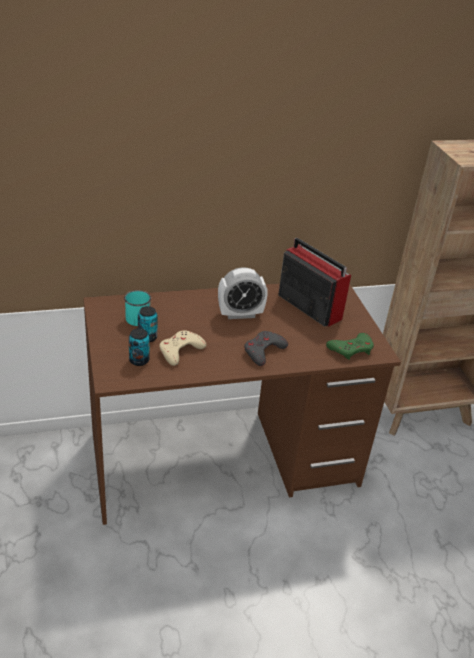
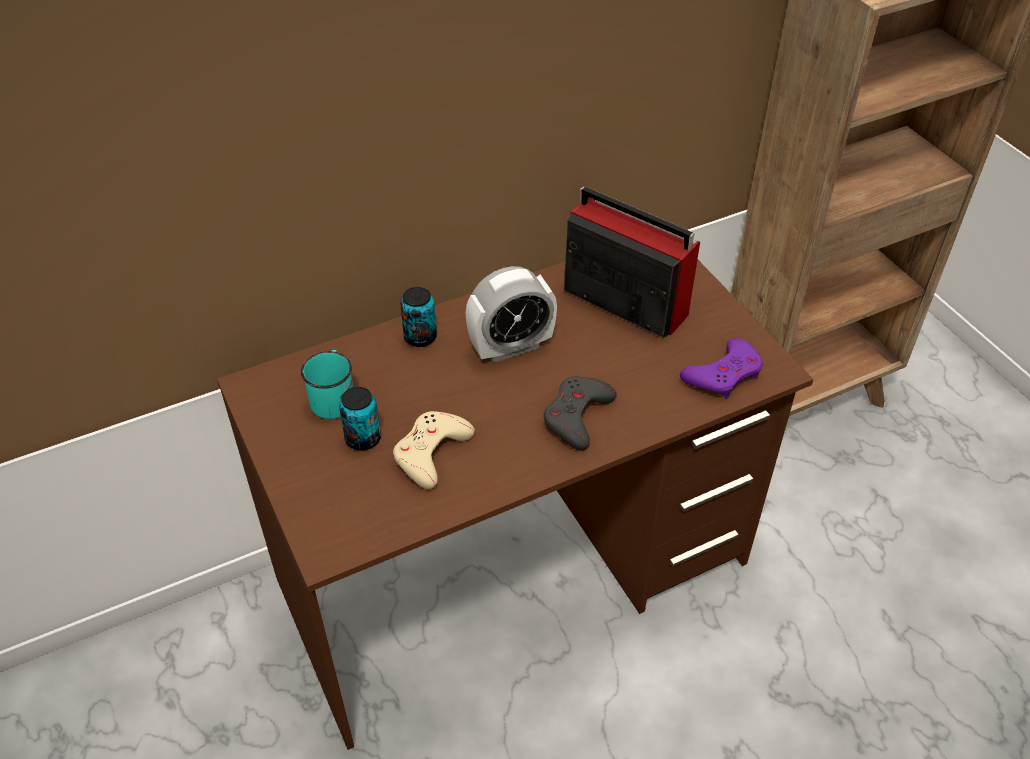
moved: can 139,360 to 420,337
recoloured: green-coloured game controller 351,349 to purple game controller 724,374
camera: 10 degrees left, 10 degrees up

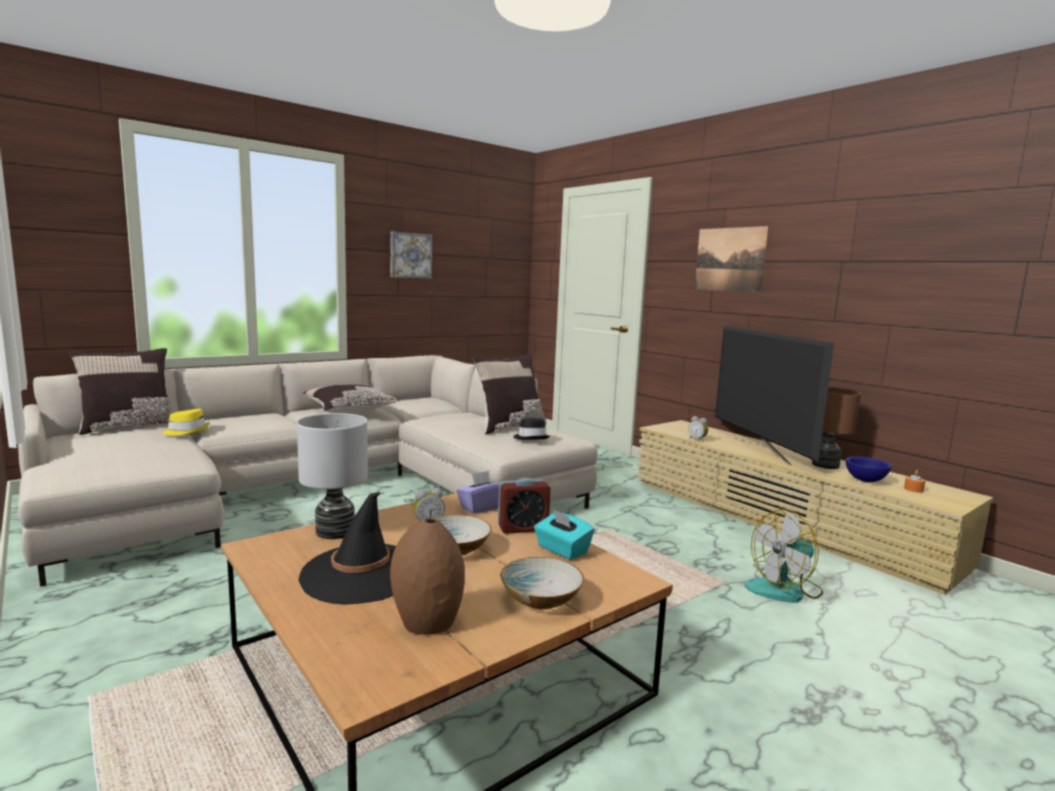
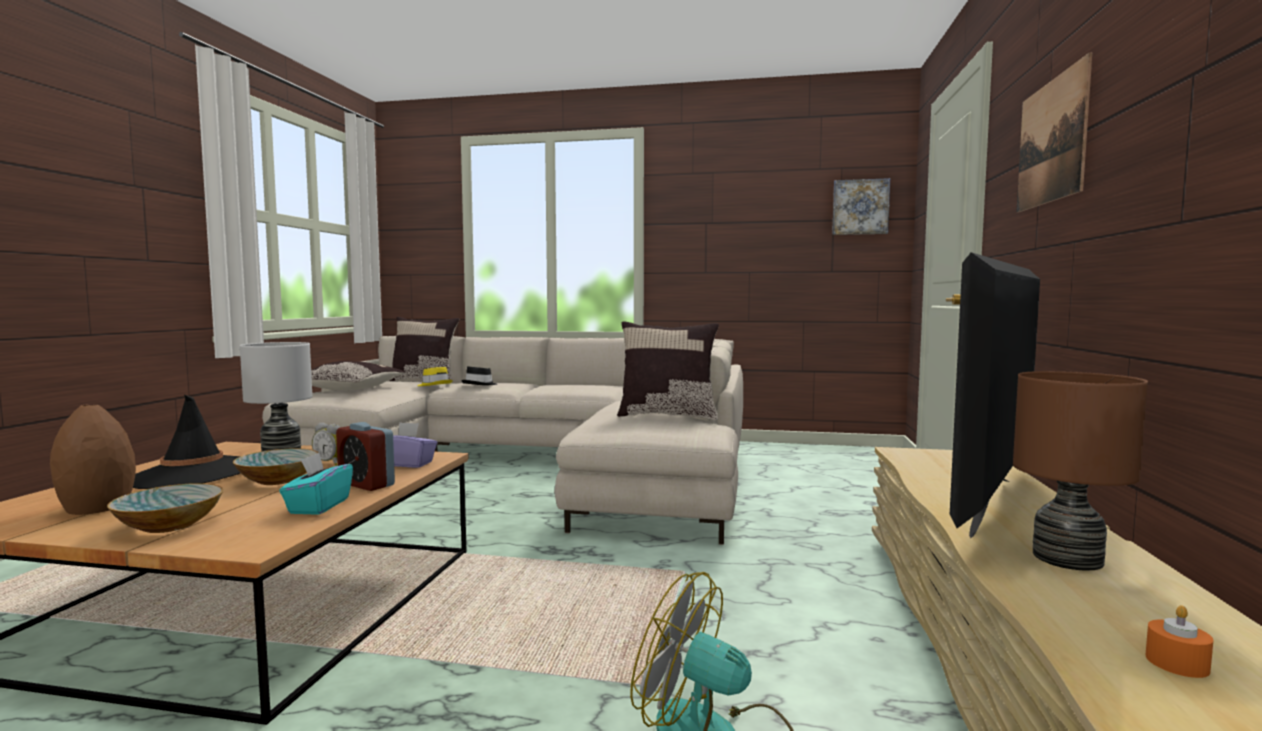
removed: table clock 697,440; blue-coloured serving bowl 865,481
moved: picture 410,255 to 860,207; pillow 349,411 to 351,389; blackish wearable hat 531,438 to 480,385
camera: 50 degrees right, 5 degrees down

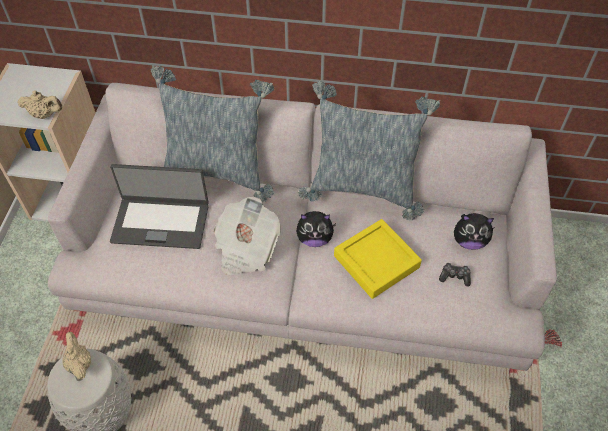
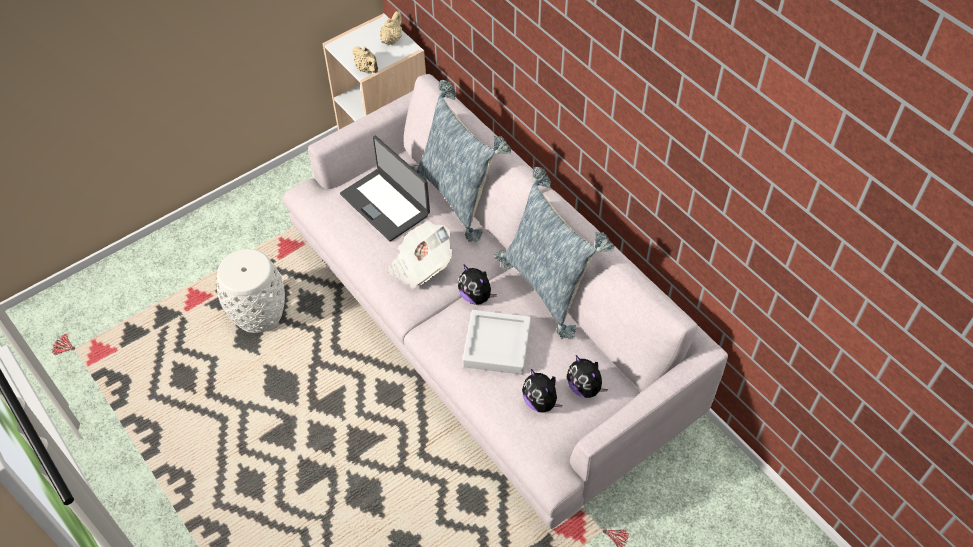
moved: beige teapot 79,363 to 392,40
replaced: game controller 454,276 to plush toy 541,402
recoloured: yellow-coloured serving tray 376,261 to greyish serving tray 497,345
camera: 45 degrees right, 0 degrees up

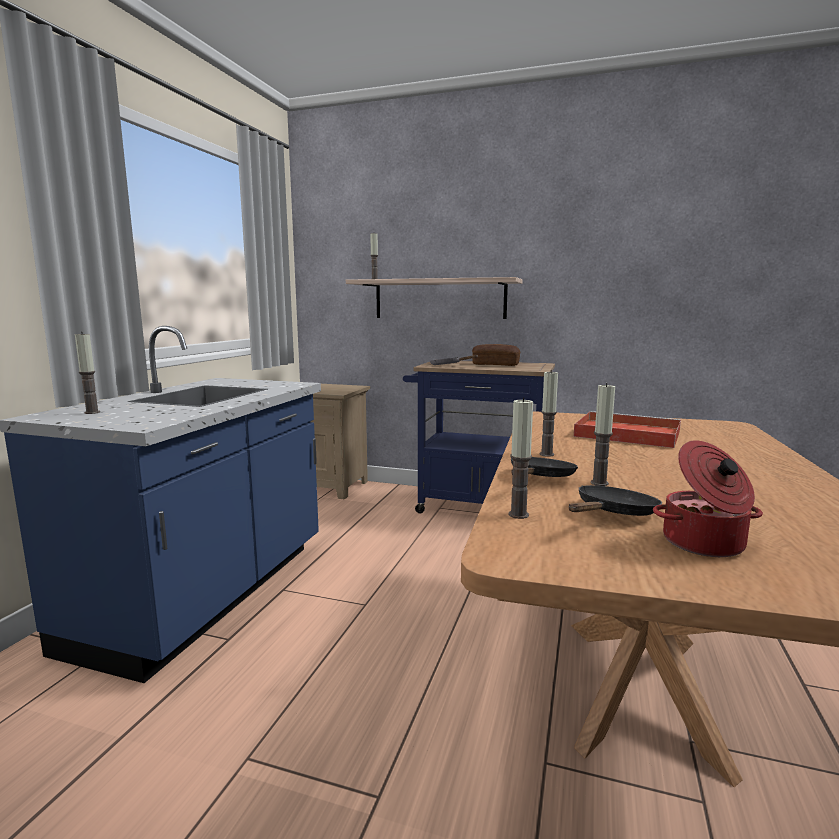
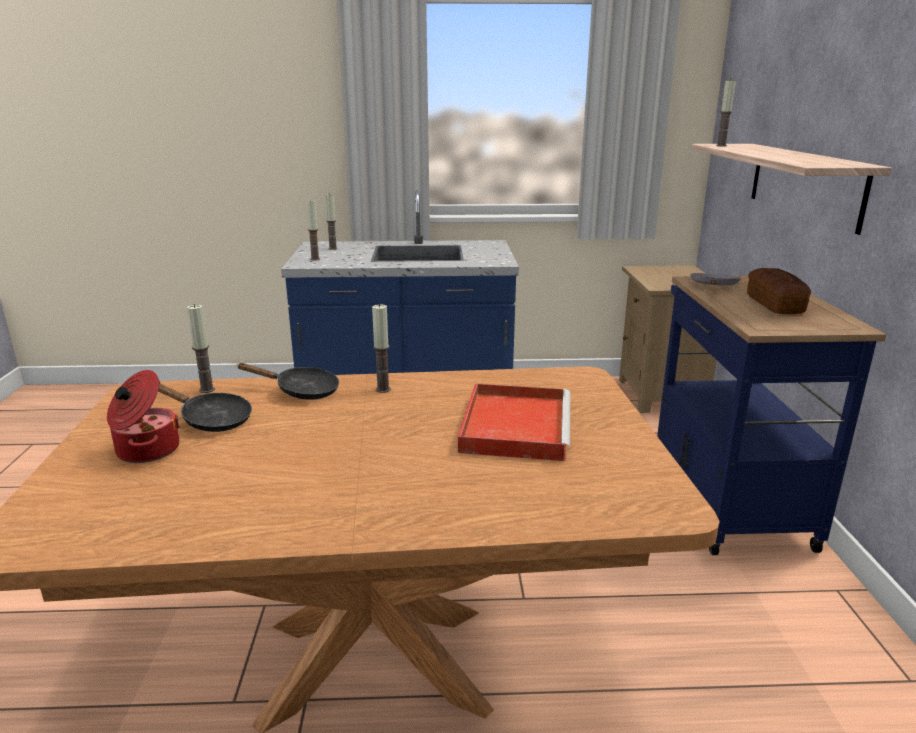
moved: wax candle 599,483 to 315,259
camera: 70 degrees right, 10 degrees up

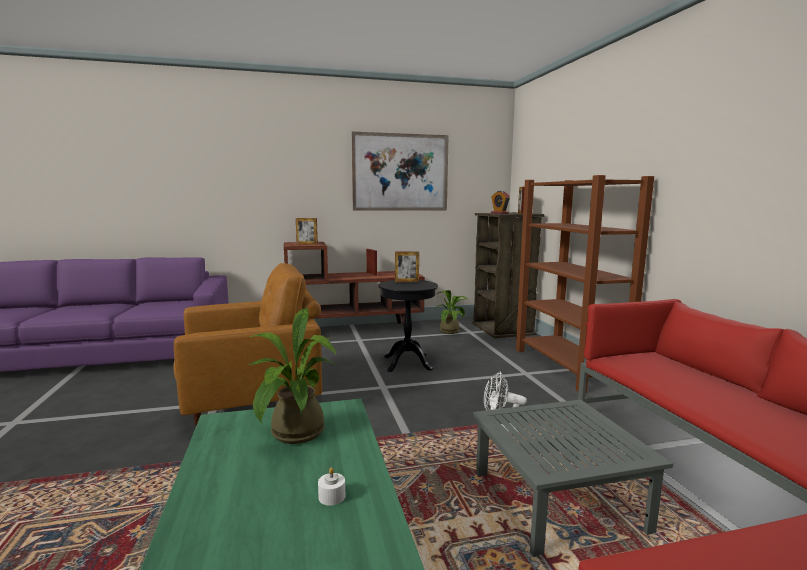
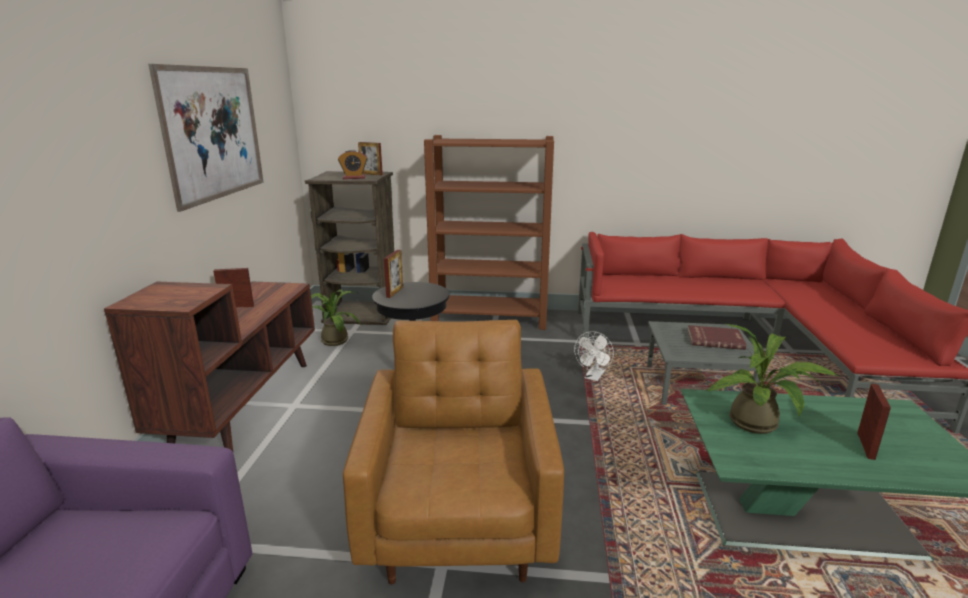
removed: whitish wax candle 332,496
added: red-coloured book 715,339
moved: standing frame 307,244 to 865,446
camera: 70 degrees left, 10 degrees up

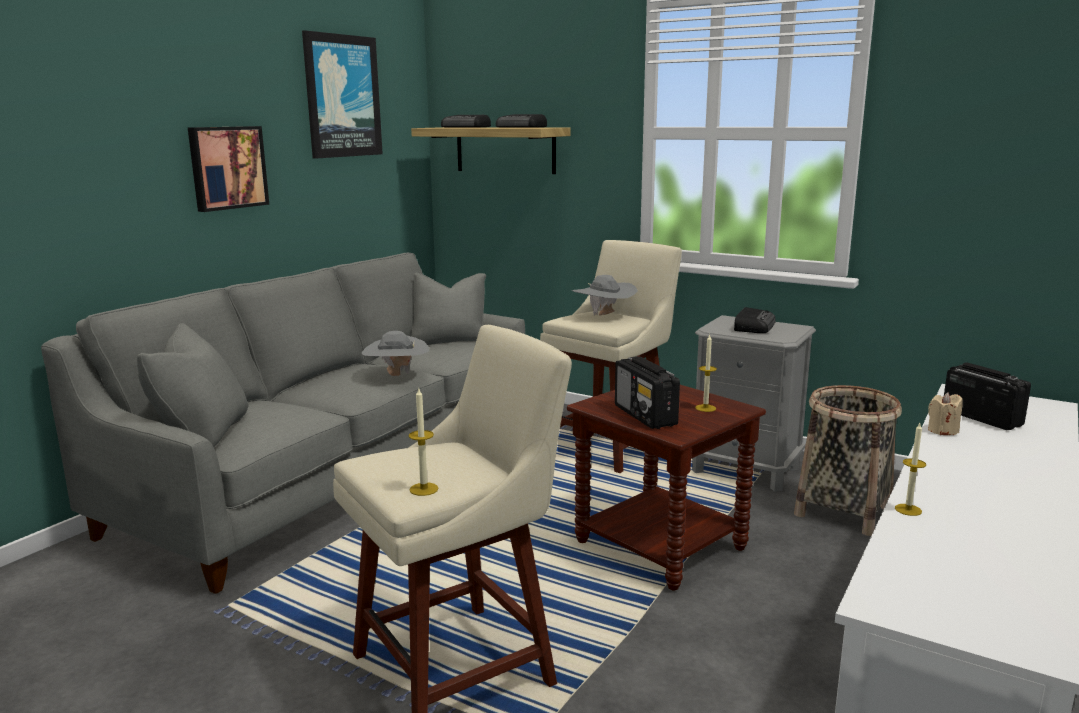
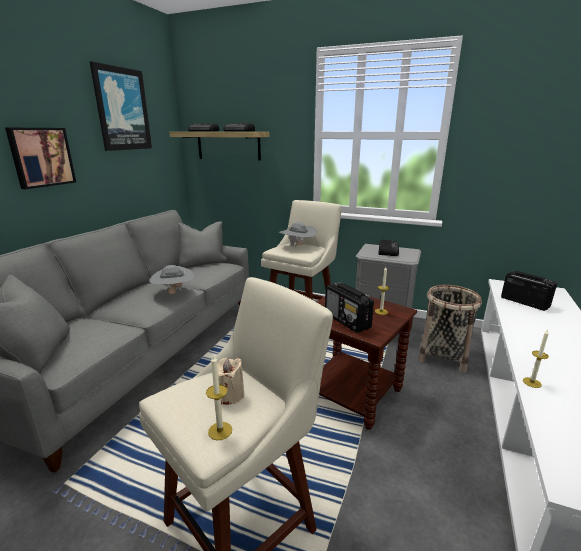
moved: beige wax candle 942,431 to 230,395
camera: 10 degrees left, 5 degrees up

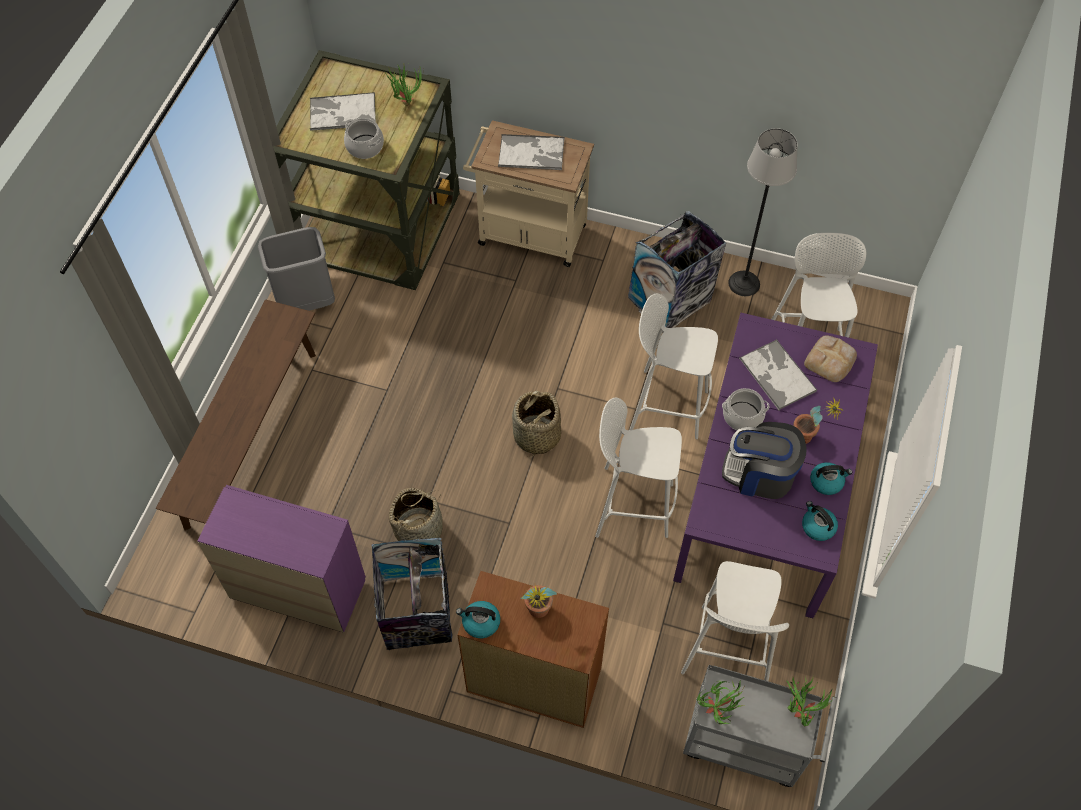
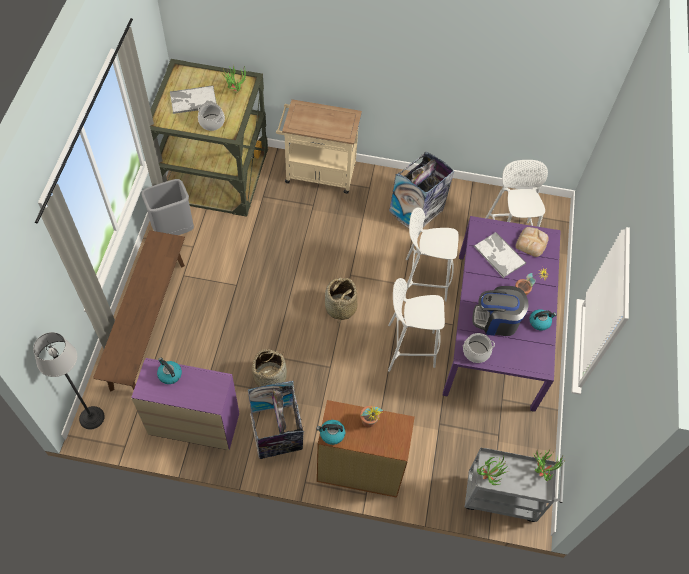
removed: serving tray 532,153; whitish stool 727,649
moved: standard lamp 744,283 to 92,417; stockpot 742,417 to 476,352; tea kettle 817,527 to 169,374
camera: 10 degrees left, 0 degrees up

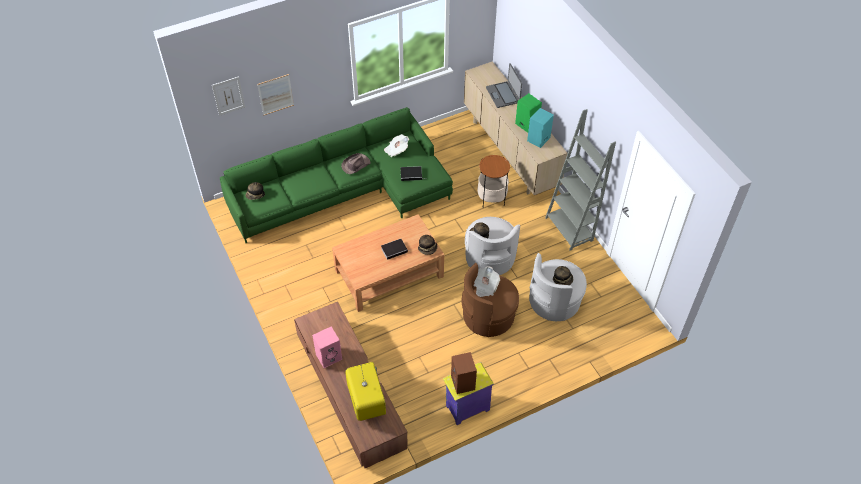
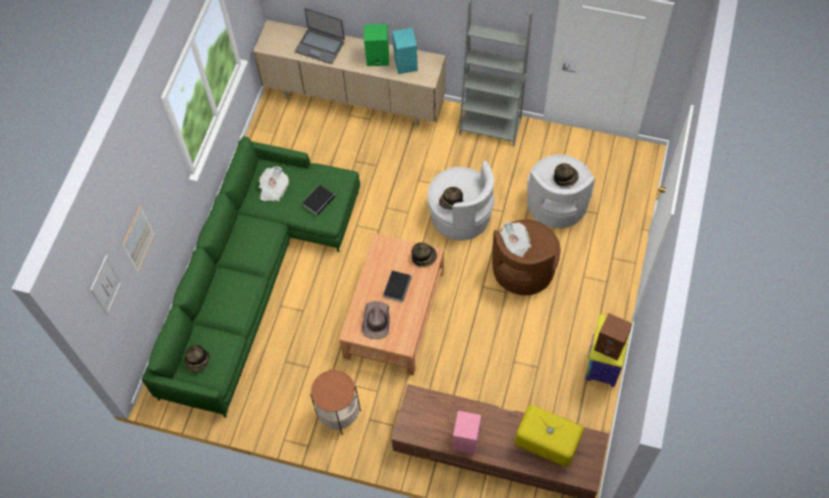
moved: brown-coloured wearable hat 355,165 to 376,321; side table 492,198 to 339,414
camera: 45 degrees left, 10 degrees up

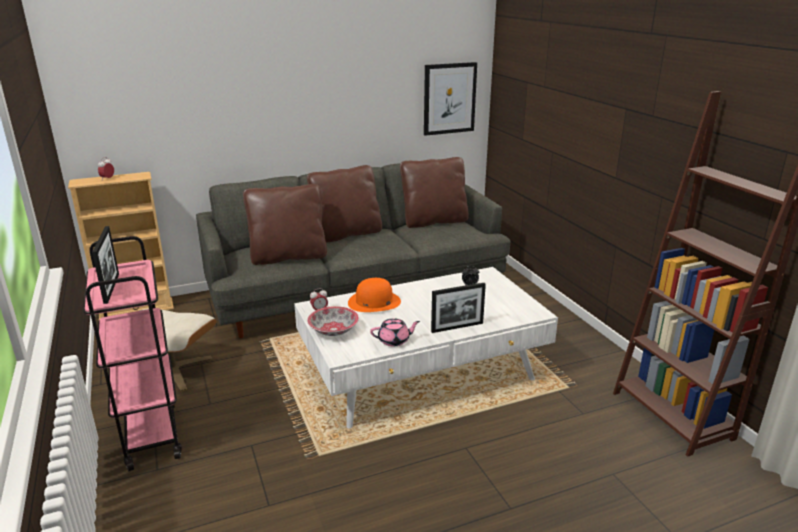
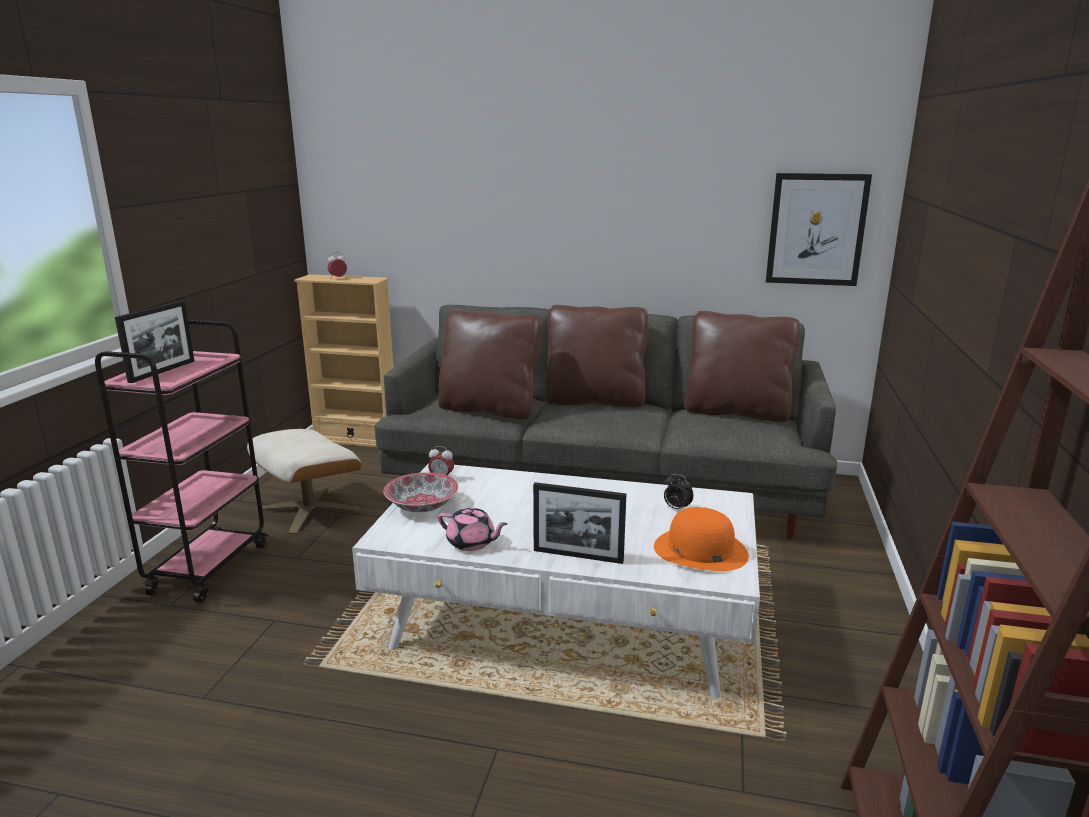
moved: orange-coloured wearable hat 374,302 to 700,550
camera: 35 degrees right, 5 degrees down

